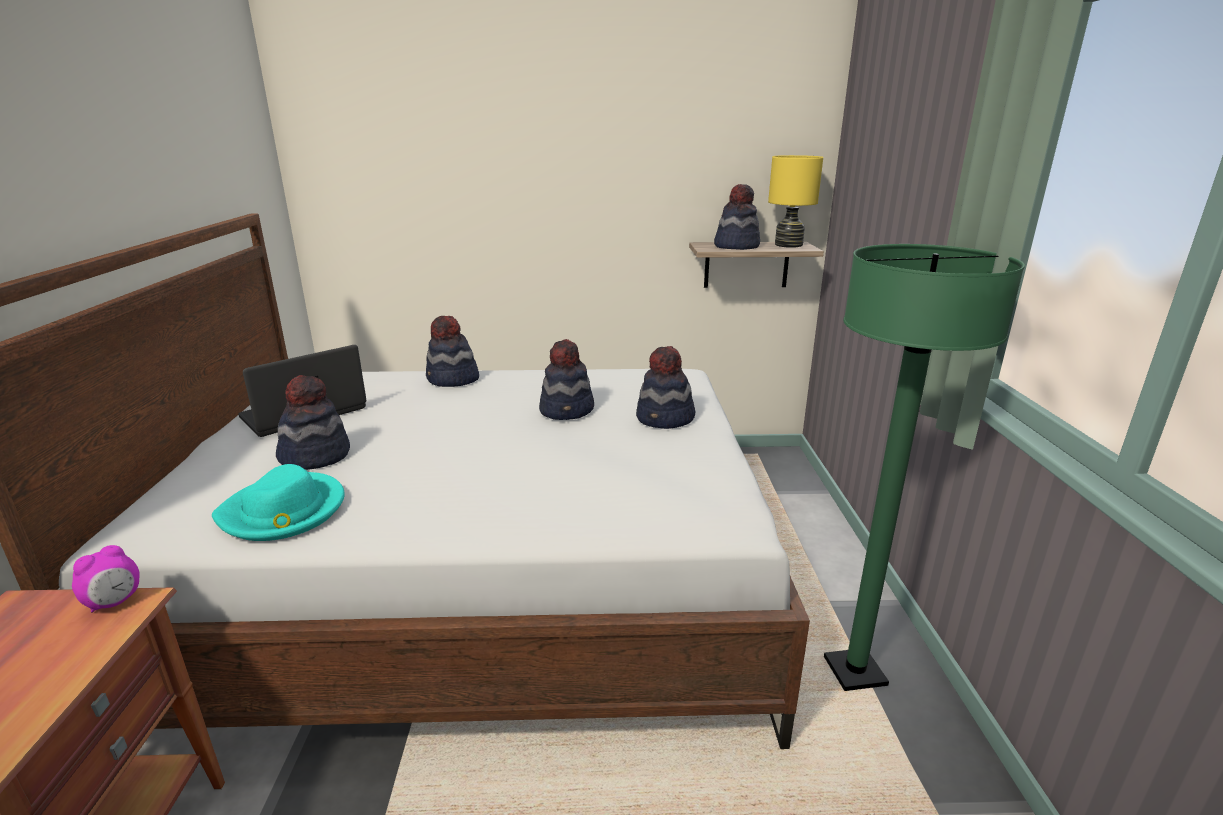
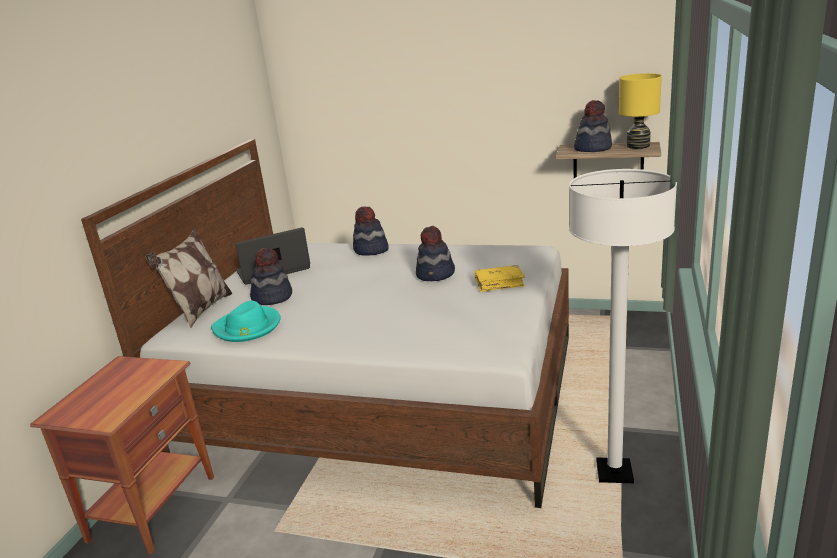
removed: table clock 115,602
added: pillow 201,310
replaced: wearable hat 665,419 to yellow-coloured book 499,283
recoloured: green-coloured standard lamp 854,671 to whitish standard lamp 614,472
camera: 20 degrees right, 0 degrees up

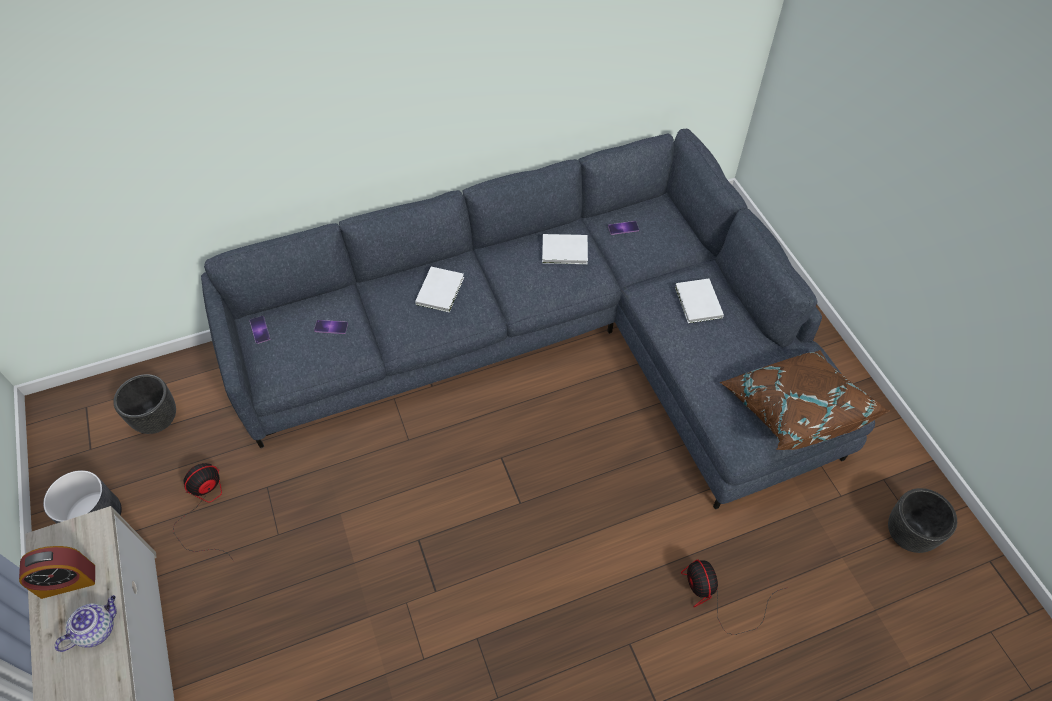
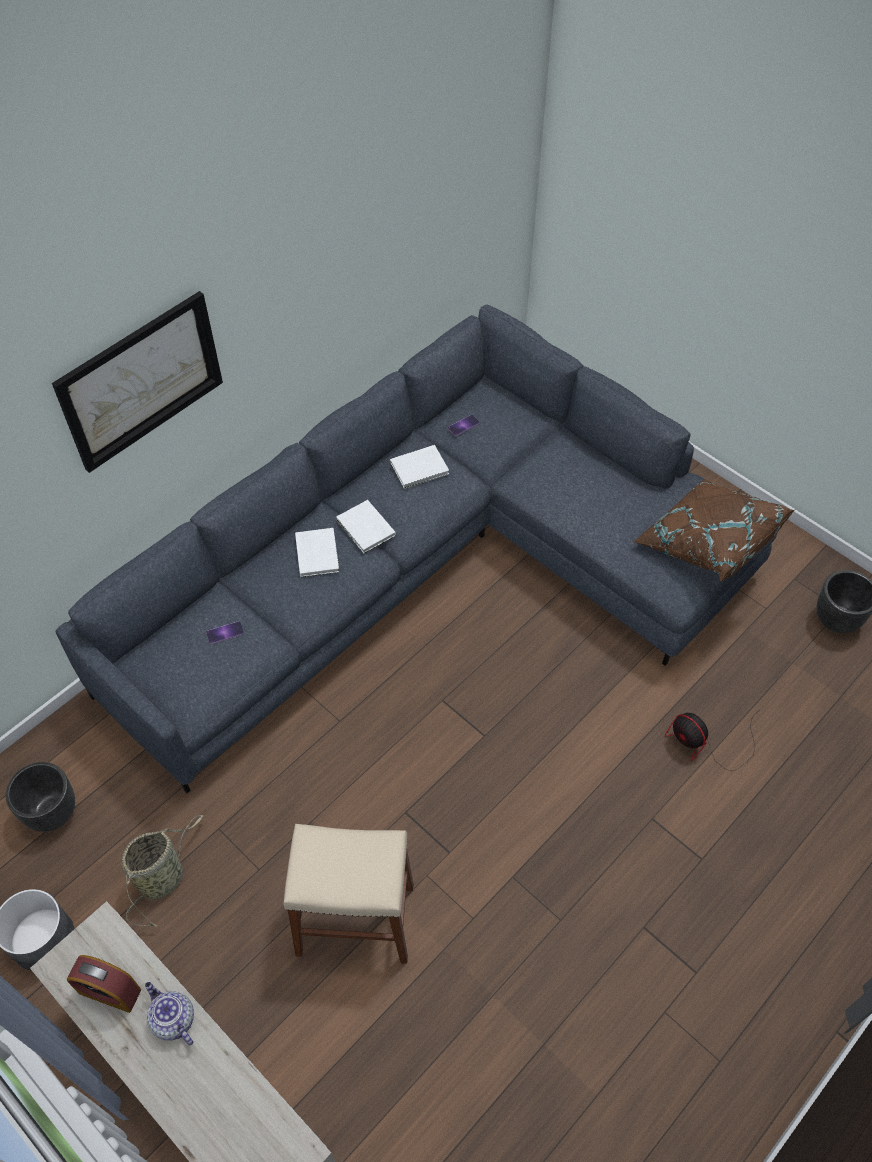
removed: handset 260,330
added: picture 141,381; beige stool 355,919
moved: whitish book 698,303 to 366,529
replaced: fan 205,507 to storage basket 163,877
turned: table clock 67,581 = 110,991 60 degrees clockwise; teapot 97,629 = 172,1019 60 degrees counterclockwise
camera: 25 degrees left, 0 degrees up

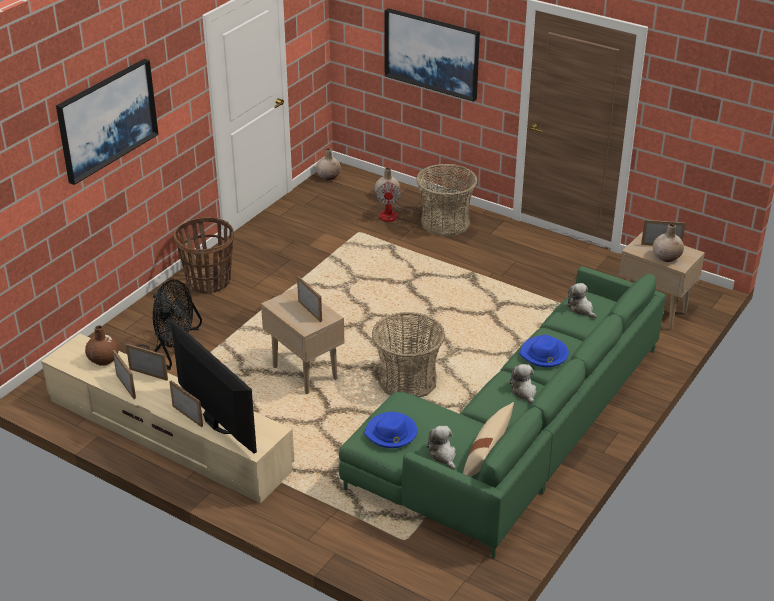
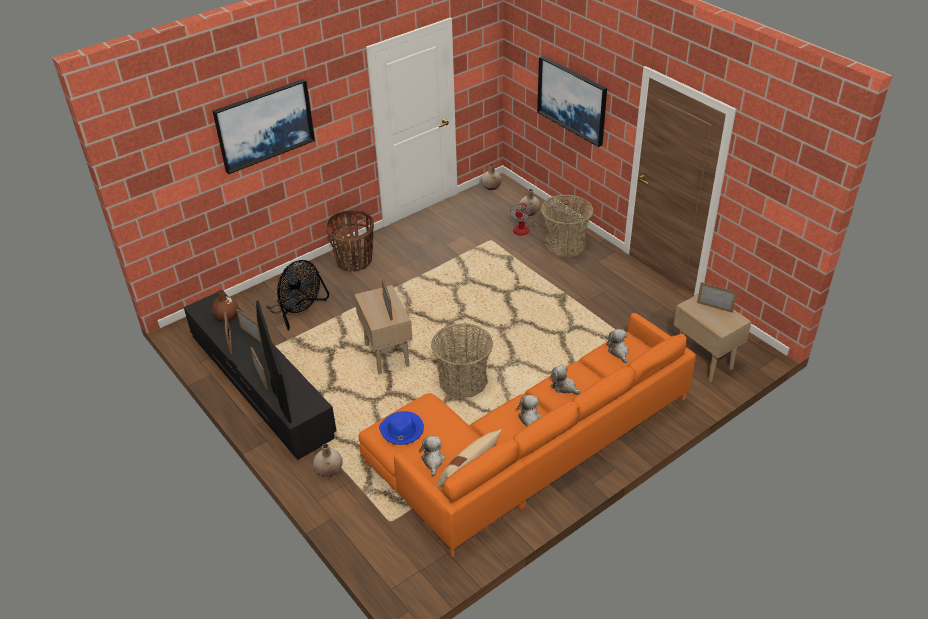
moved: beige vase 666,257 to 329,469
replaced: blue-coloured wearable hat 544,354 to plush toy 564,387
recoloured: green-coloured couch 516,434 to orange-coloured couch 527,449; beige tv stand 167,434 to blackish tv stand 259,385
camera: 20 degrees right, 5 degrees up

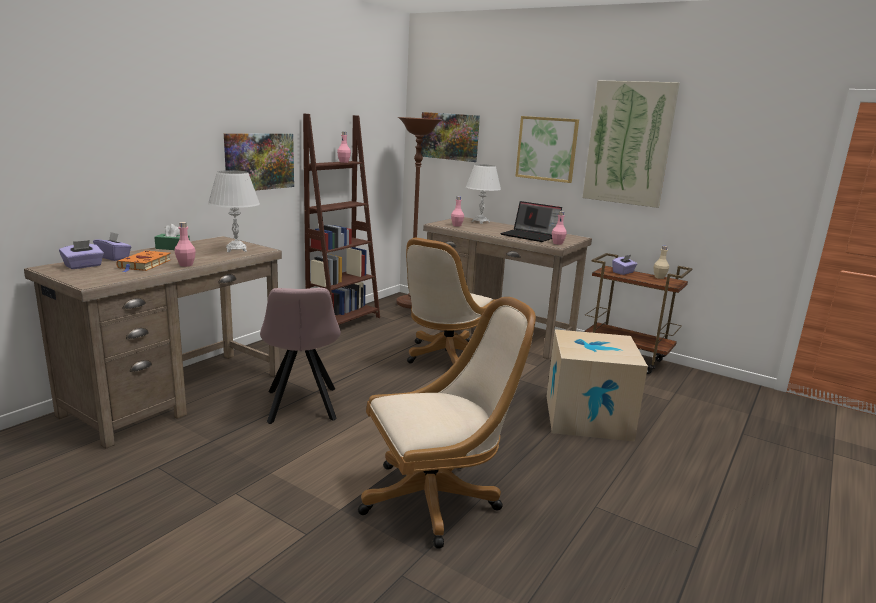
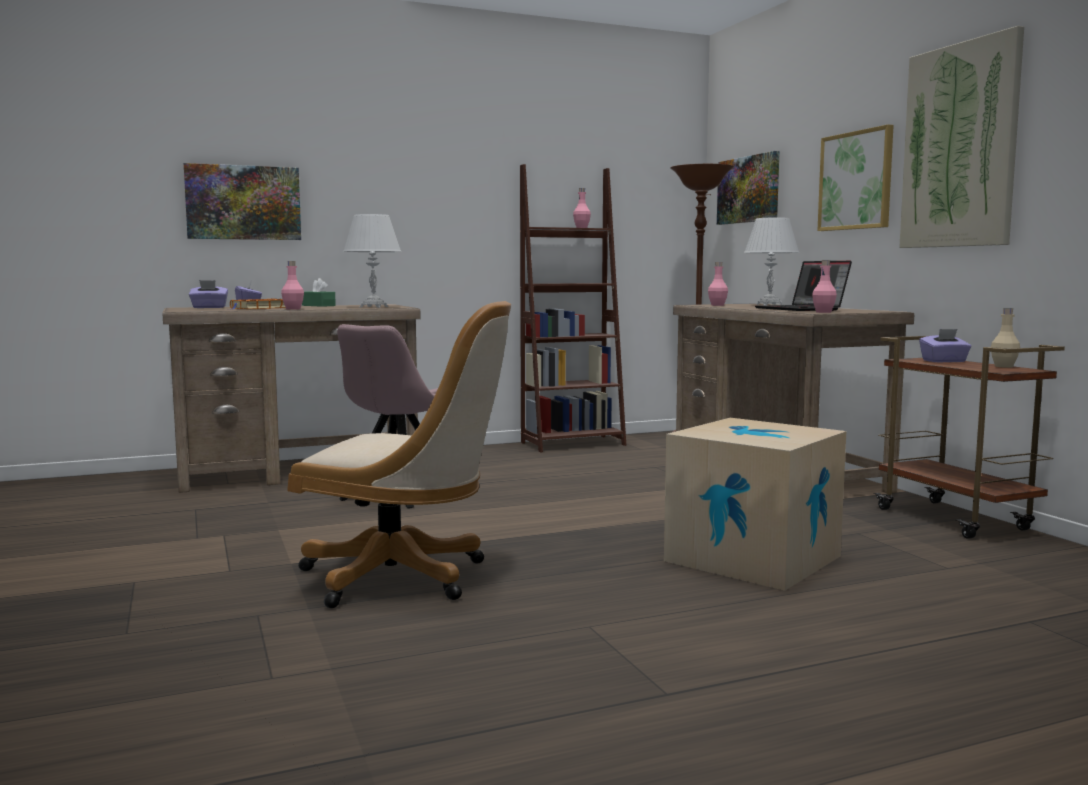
removed: desk chair 444,358
moved: picture 259,161 to 243,202
camera: 35 degrees right, 10 degrees down

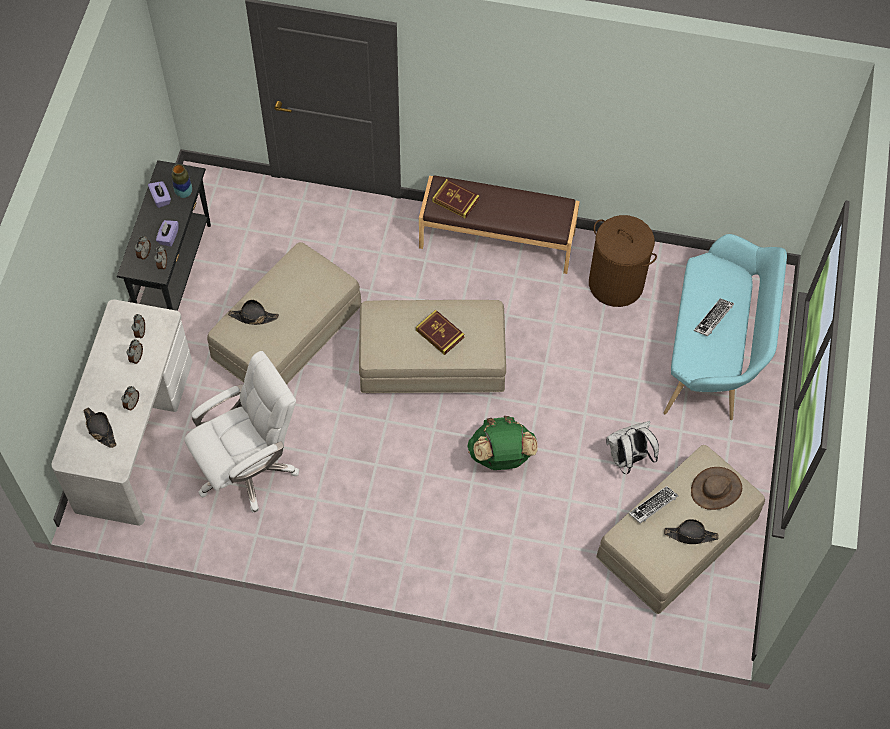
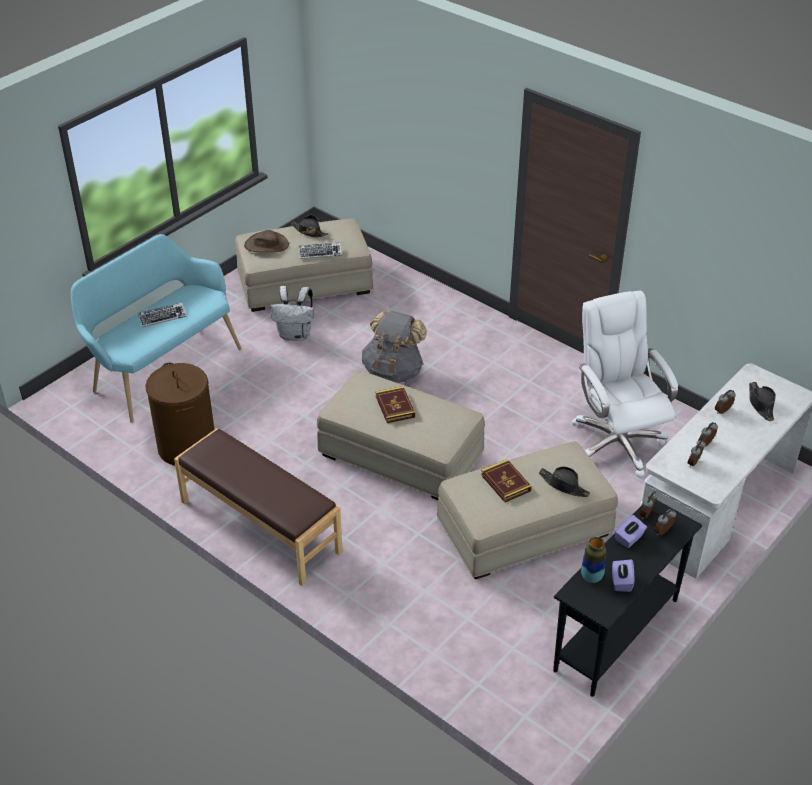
moved: book 455,200 to 505,483
recoloured: green-coloured rucksack 501,456 to greyish rucksack 393,371
turned: whitish desk chair 248,469 = 617,441 75 degrees clockwise
camera: 150 degrees left, 20 degrees down

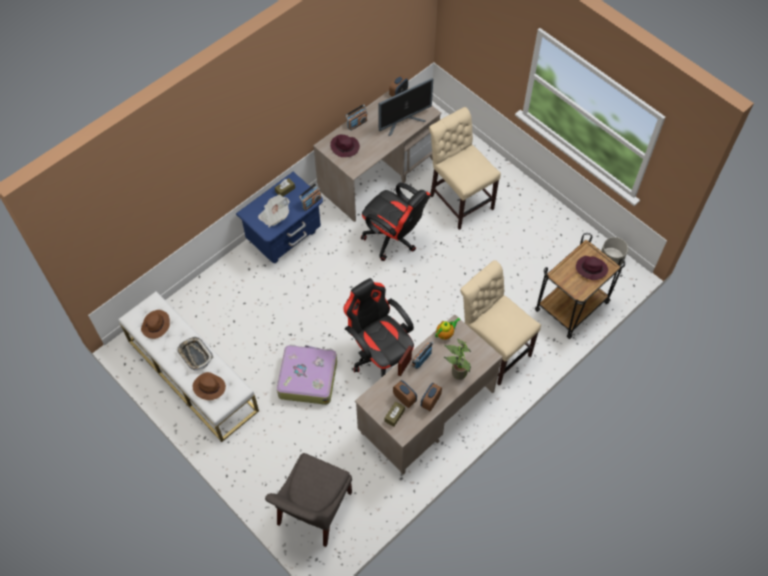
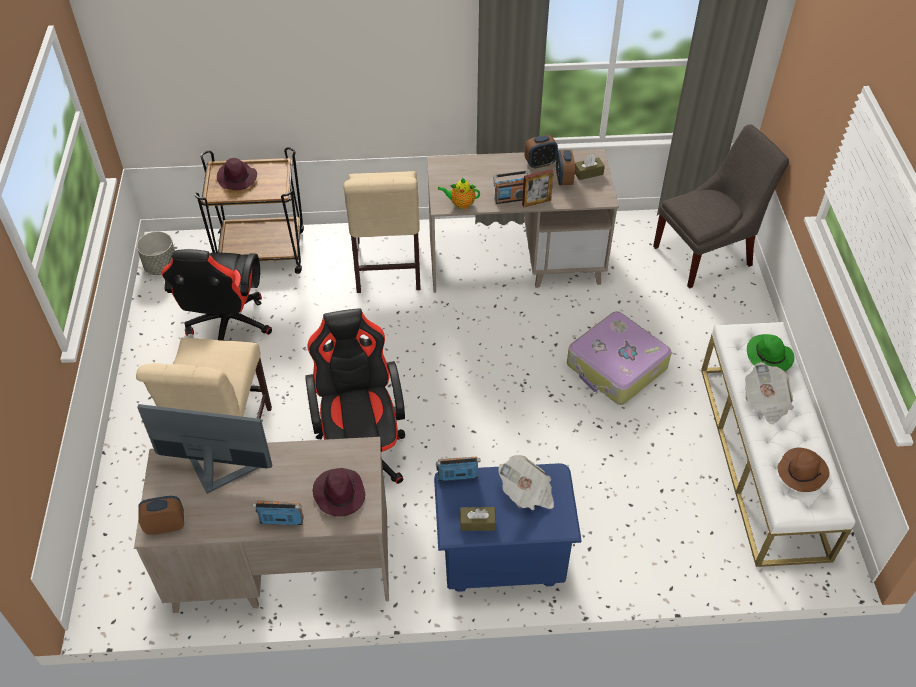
removed: potted plant 456,373
moved: blackish desk chair 380,356 to 227,329
replaced: serving tray 195,355 to newspaper 766,402
recoloured: brown-coloured wearable hat 209,387 to green-coloured wearable hat 769,356
camera: 140 degrees left, 10 degrees down

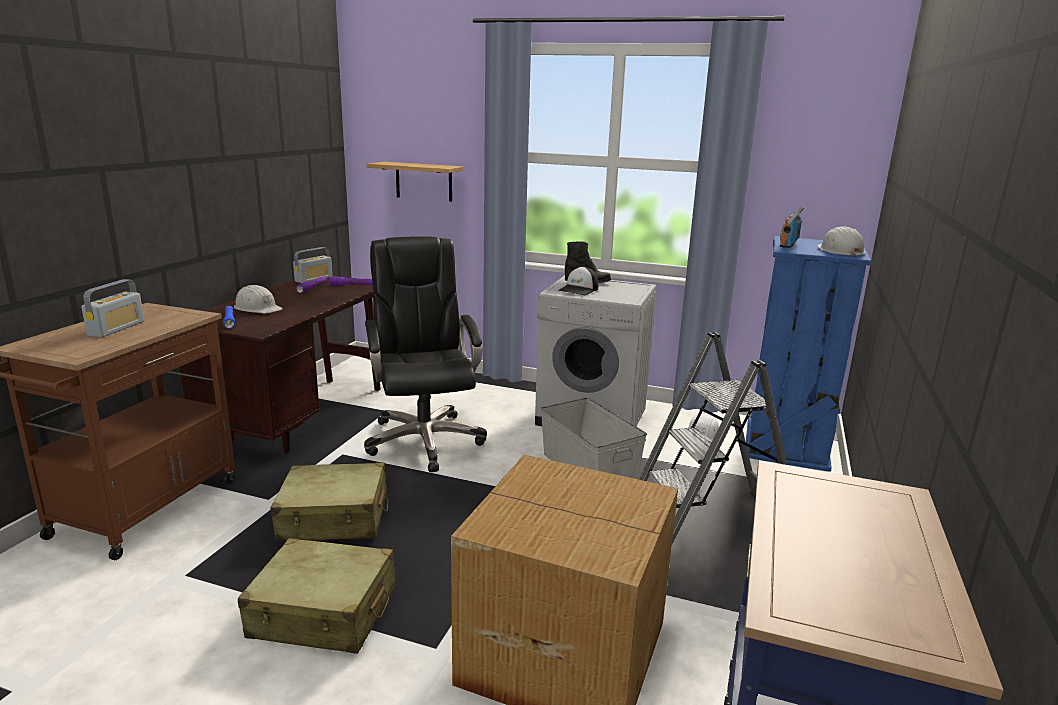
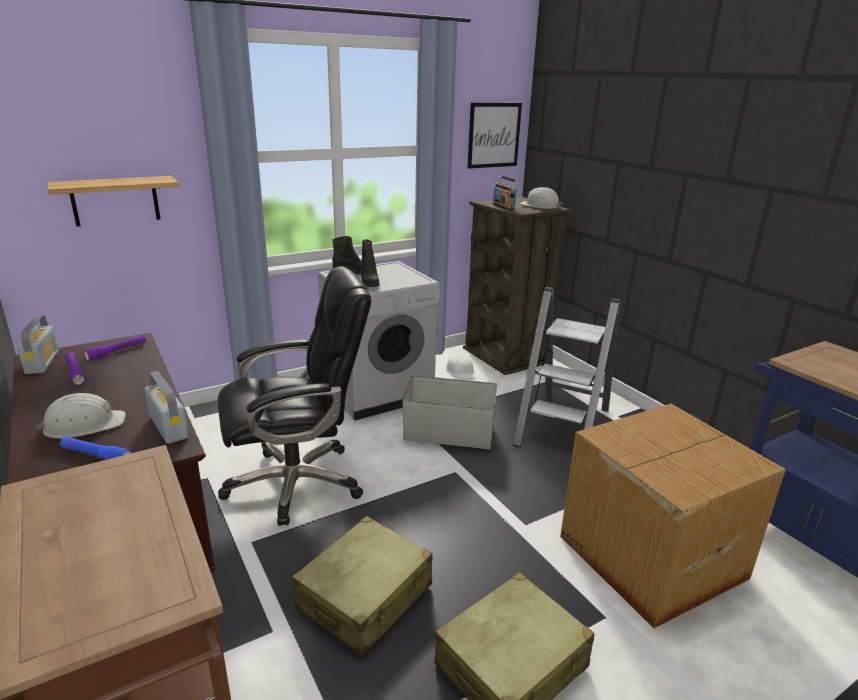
added: picture 494,135
moved: radio receiver 116,328 to 168,427
replaced: peaked cap 579,290 to blackish tall boot 369,282
recoloured: blue-coloured shelving unit 786,444 to brown-coloured shelving unit 506,355
turned: blackish desk chair 424,440 = 297,483 135 degrees clockwise
camera: 50 degrees left, 5 degrees up

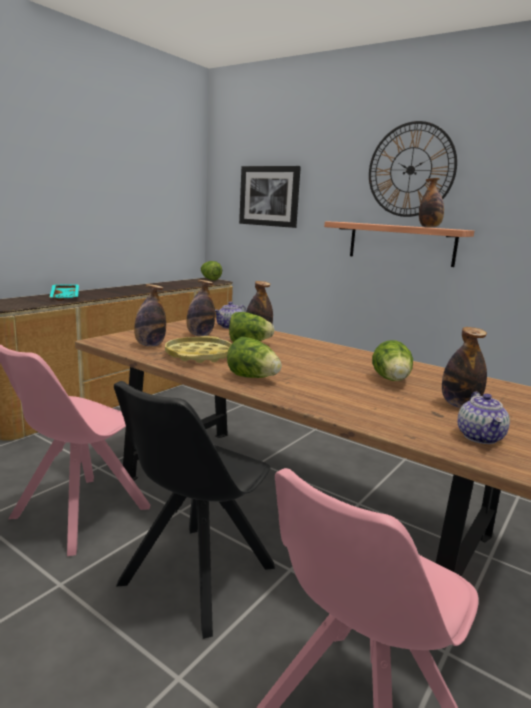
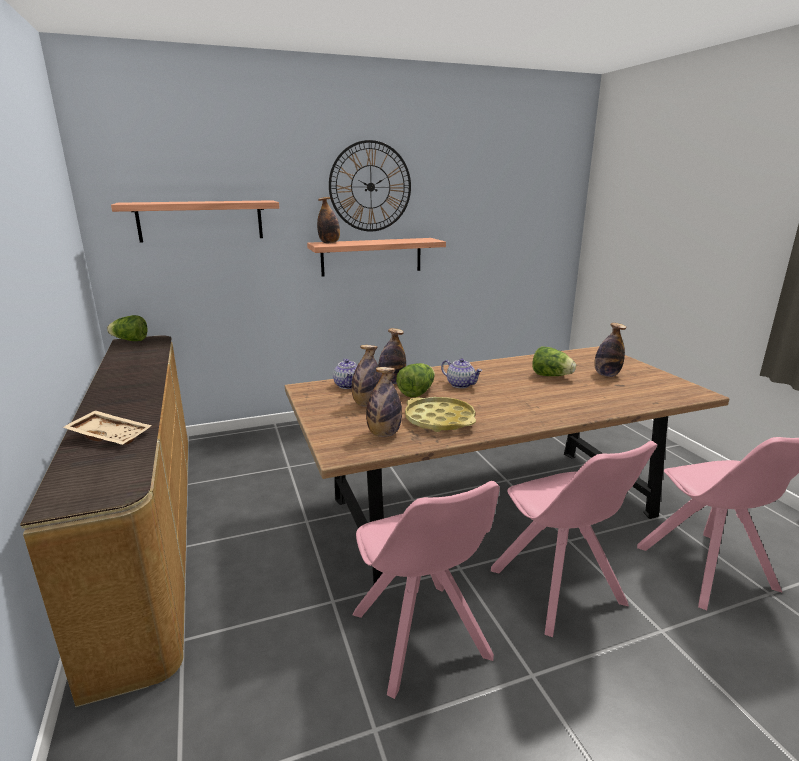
removed: head of lettuce 253,378
moved: drink bottle 429,227 to 329,243; teapot 480,437 to 461,384
replaced: picture 269,196 to shelf 201,221
recoloured: blue-green serving tray 66,297 to beige serving tray 111,435; blackish plain chair 195,577 to pinkish plain chair 558,589
camera: 55 degrees left, 5 degrees up

